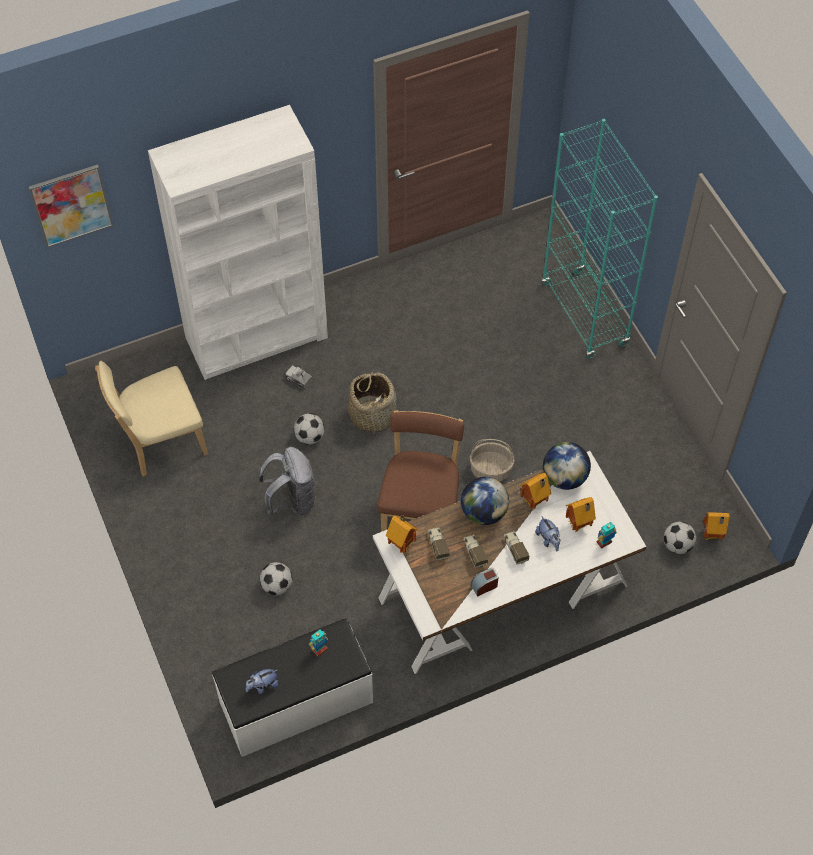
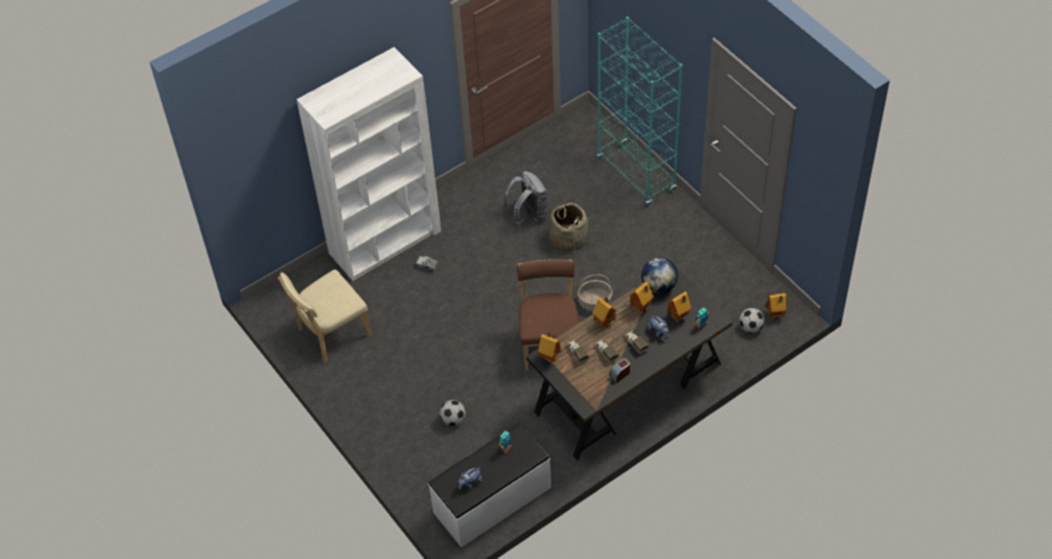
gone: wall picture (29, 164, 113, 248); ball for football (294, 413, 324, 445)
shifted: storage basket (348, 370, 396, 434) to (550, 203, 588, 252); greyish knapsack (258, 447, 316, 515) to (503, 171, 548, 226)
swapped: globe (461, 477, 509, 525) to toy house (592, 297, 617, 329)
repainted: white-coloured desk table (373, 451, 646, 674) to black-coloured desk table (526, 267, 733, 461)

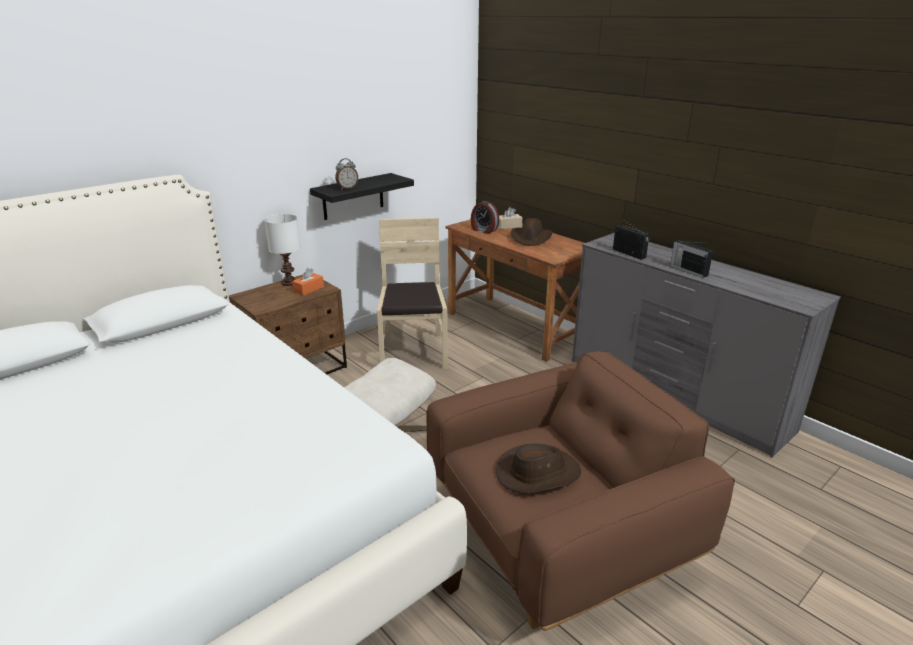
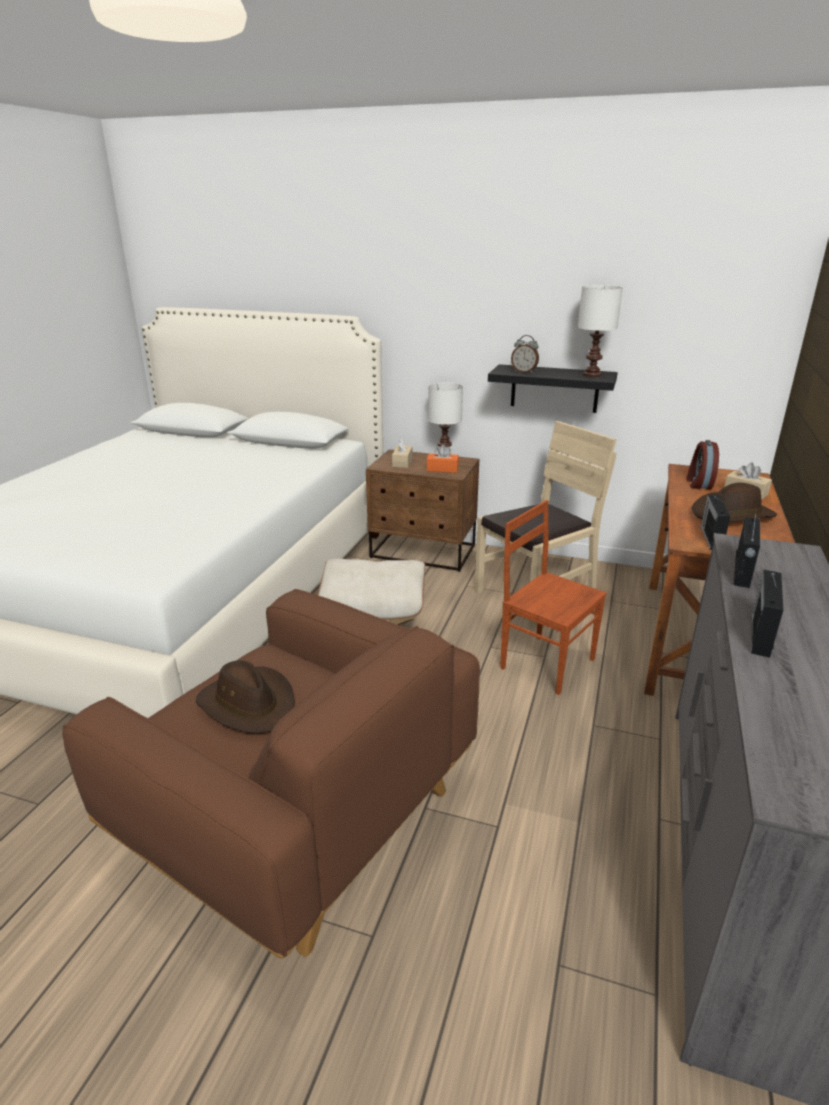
new: white-coloured tabletop lamp (578, 285, 623, 377); beige-coloured tissue holder (392, 438, 412, 468); radio (701, 495, 730, 550); brown-coloured upright chair (500, 500, 607, 695)

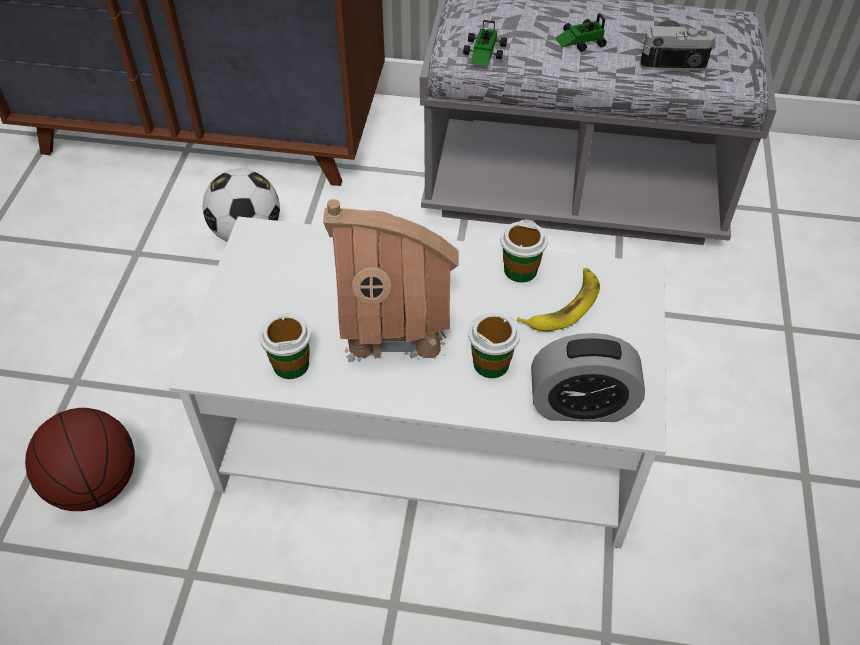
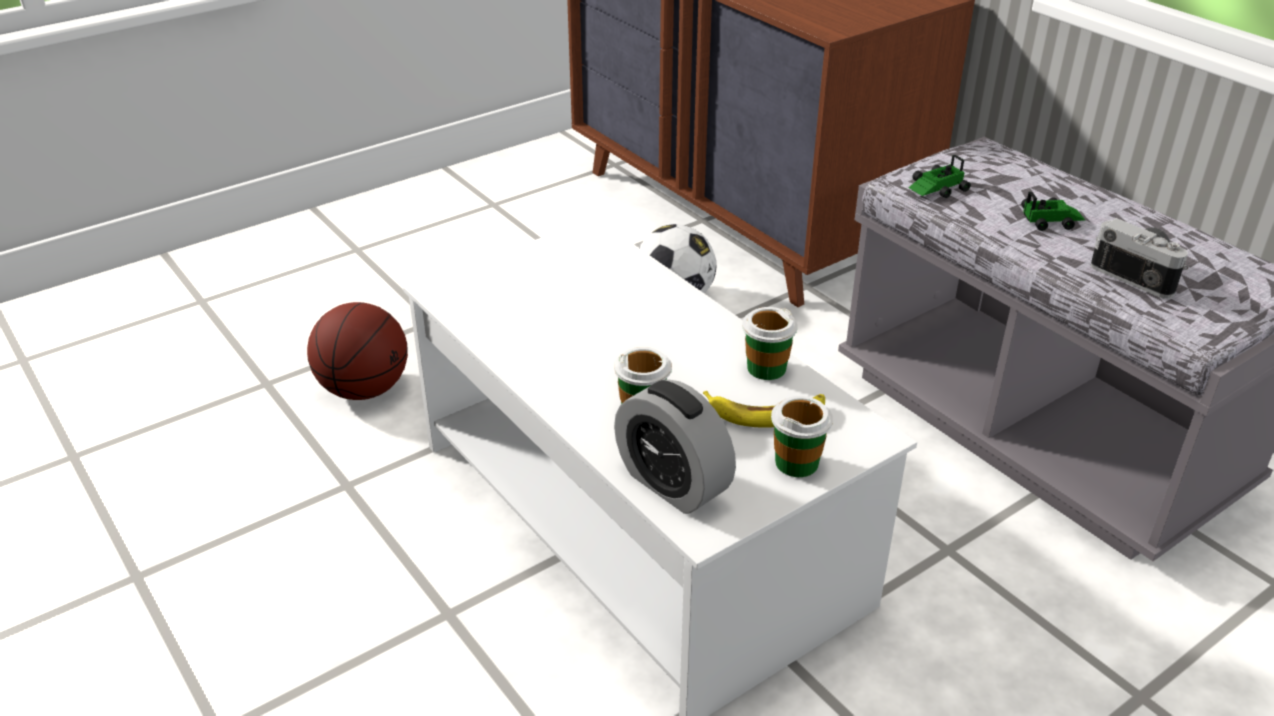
gone: toy house (323, 199, 459, 362)
shifted: small cup (259, 314, 311, 379) to (771, 396, 833, 477)
rotated: model car (555, 13, 607, 52) = (1021, 192, 1085, 231) 150 degrees clockwise

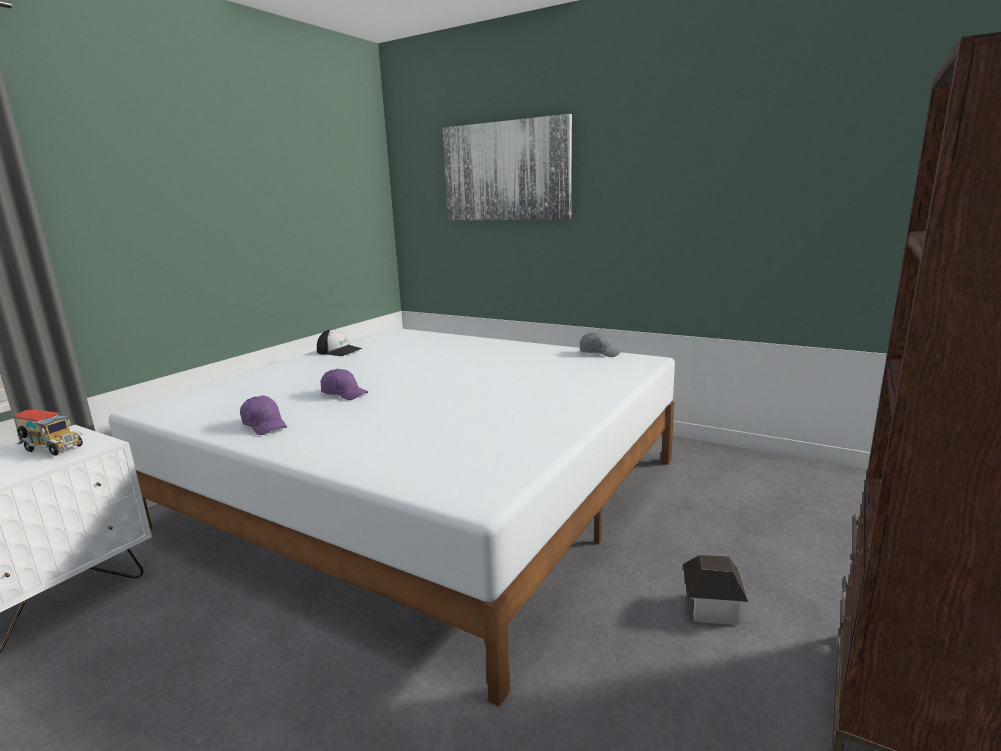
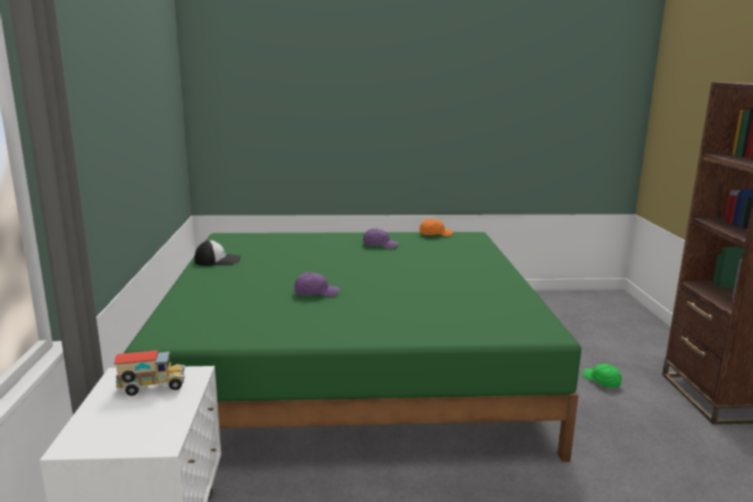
gone: wall picture (443, 114, 572, 220)
shifted: purple-coloured cap (240, 396, 287, 435) to (363, 228, 398, 249)
swapped: toy house (683, 555, 748, 625) to green cap (583, 364, 622, 388)
repainted: white-coloured bedroom bed (108, 328, 675, 707) to green bedroom bed (124, 232, 581, 462); greyish cap (580, 332, 622, 357) to orange-coloured cap (419, 219, 453, 237)

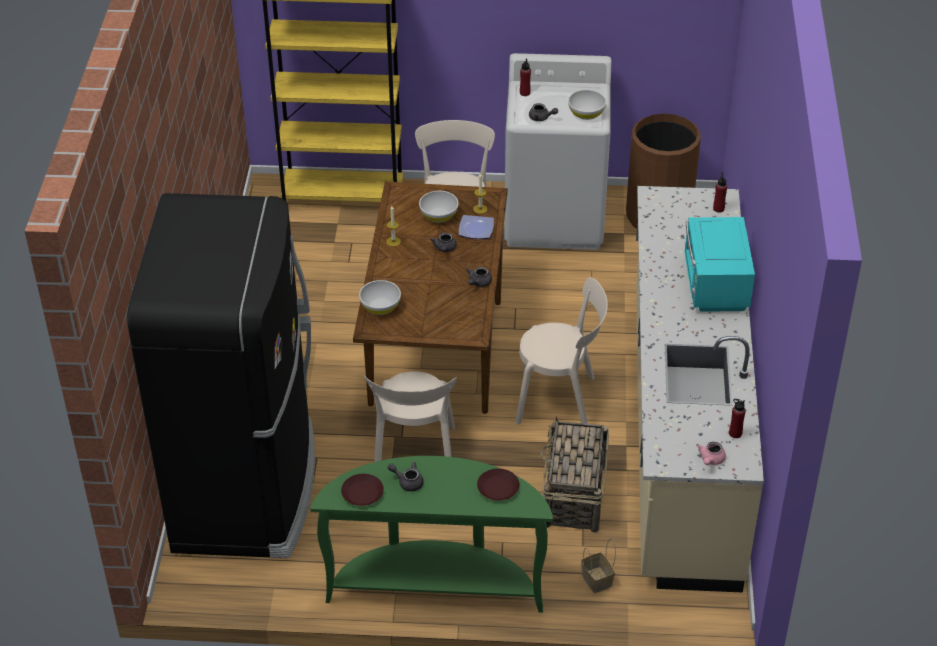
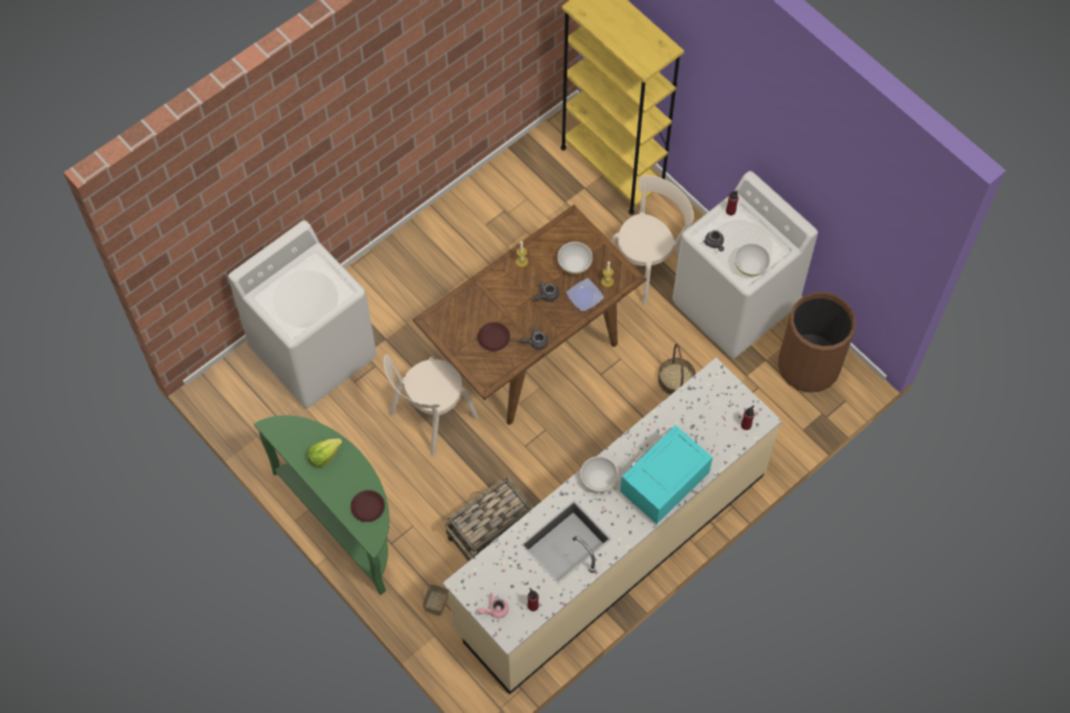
gone: beige-coloured upright chair (515, 277, 608, 425)
new: storage basket (658, 344, 695, 395)
shifted: white-coloured serving bowl (359, 280, 401, 315) to (580, 456, 618, 493); brown-coloured flat dish (341, 474, 384, 506) to (478, 322, 510, 351)
swapped: black-coloured refrigerator (127, 193, 315, 558) to white-coloured washing machine (228, 220, 376, 408); greyish tea pot (388, 461, 424, 491) to lettuce (307, 438, 342, 468)

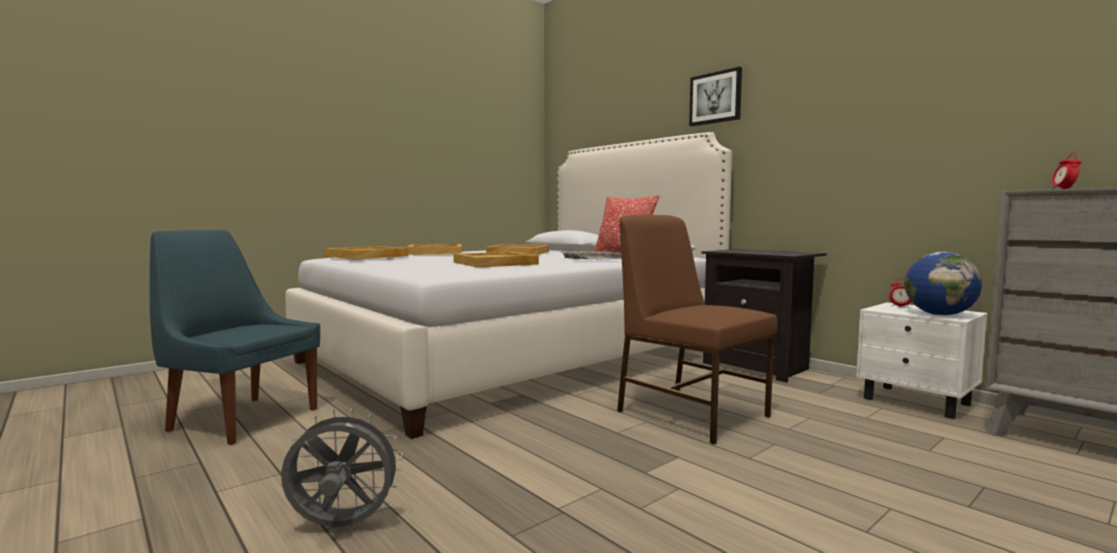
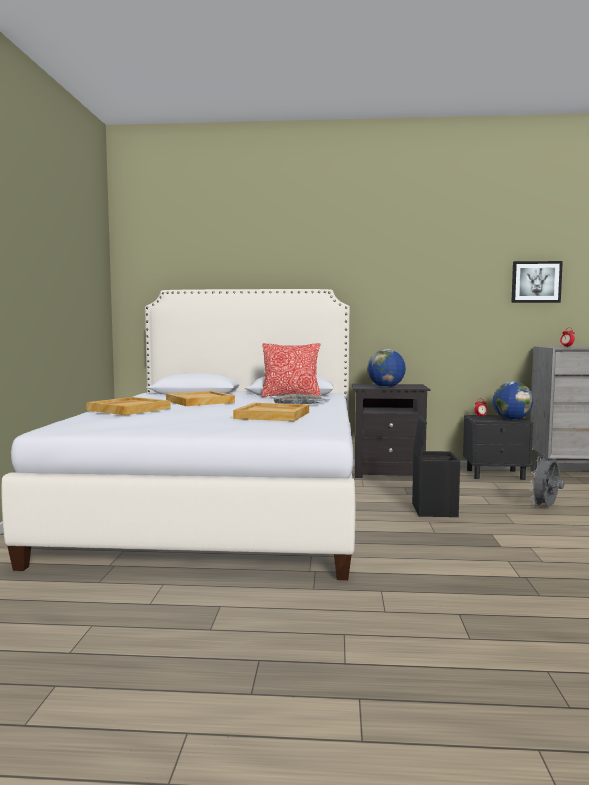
gone: blue-coloured upright chair (150, 230, 320, 445); beige-coloured serving tray (324, 246, 409, 259)
new: globe (367, 349, 406, 387)
shifted: wall picture (689, 67, 742, 126) to (511, 261, 563, 303); greyish electric fan (281, 408, 404, 527) to (529, 454, 564, 508)
swapped: brown-coloured upright chair (617, 215, 777, 444) to black-coloured storage bin (412, 416, 460, 517)
repainted: white-coloured nightstand (856, 302, 988, 419) to black-coloured nightstand (463, 415, 533, 480)

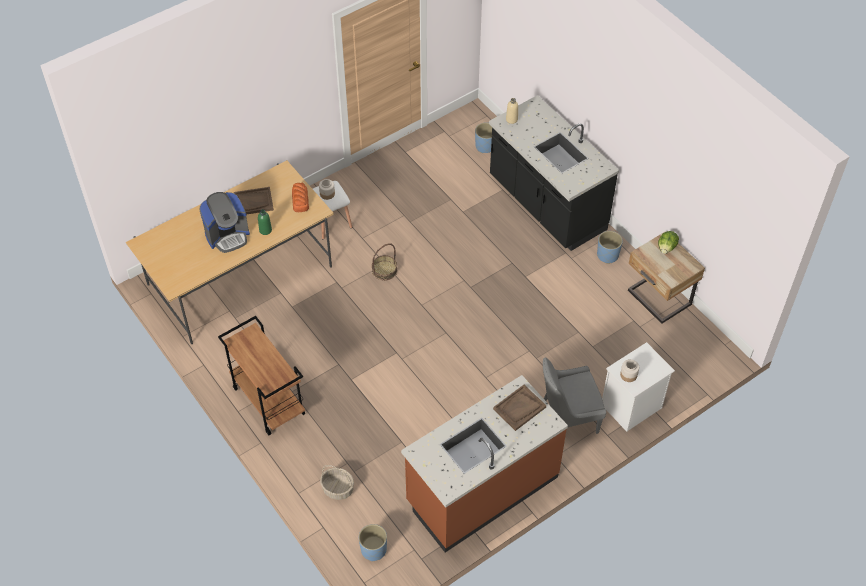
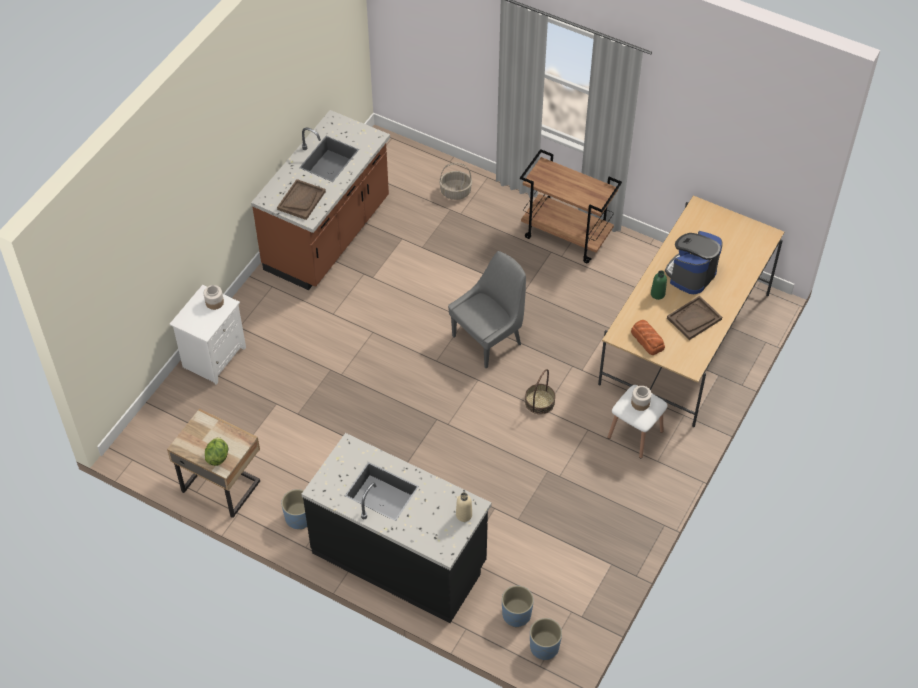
shifted: greyish upright chair (543, 357, 606, 434) to (448, 251, 526, 368); blue-coloured flower pot (359, 524, 387, 561) to (530, 618, 562, 660)

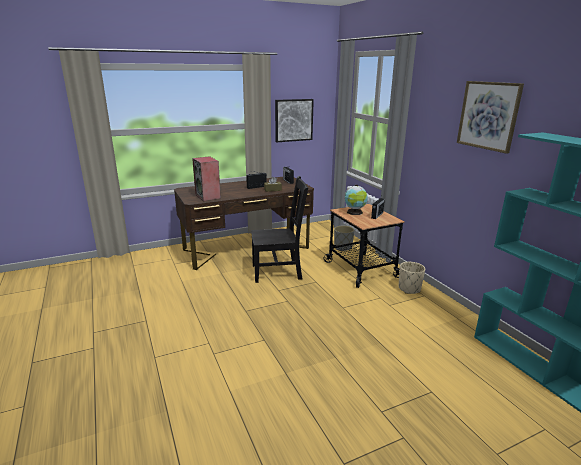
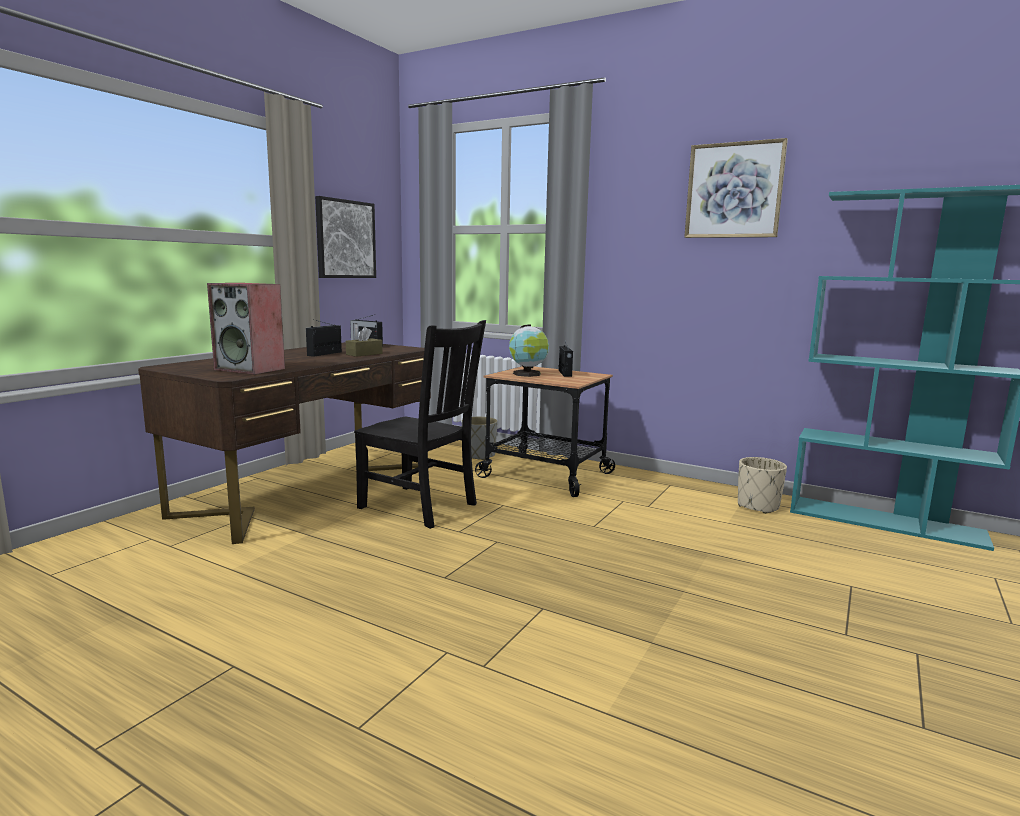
shifted: beige-coloured flower pot (399, 262, 425, 294) to (738, 457, 787, 514)
rotated: black-coloured upright chair (251, 176, 308, 283) = (354, 320, 486, 529) 75 degrees clockwise

